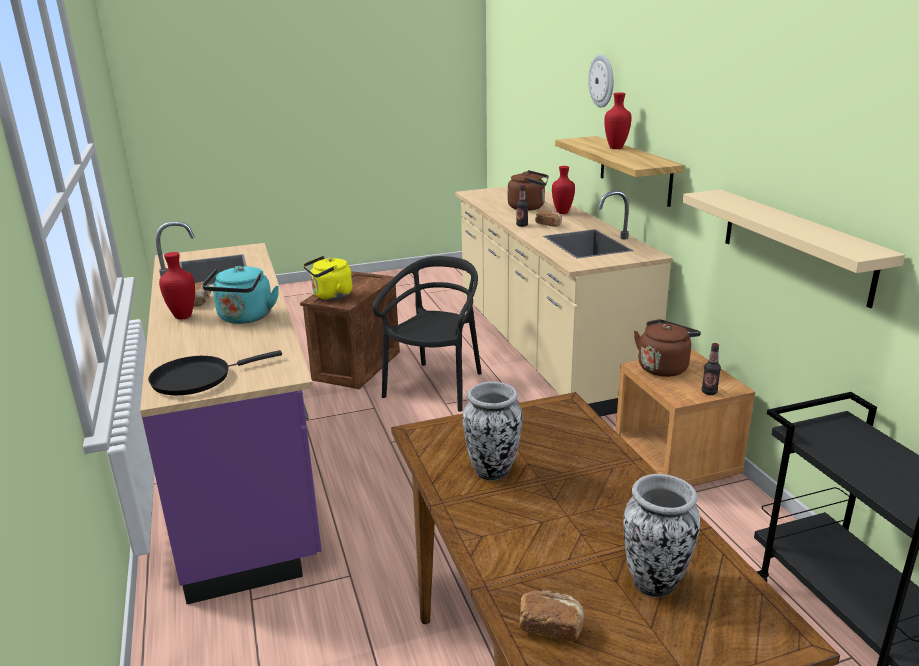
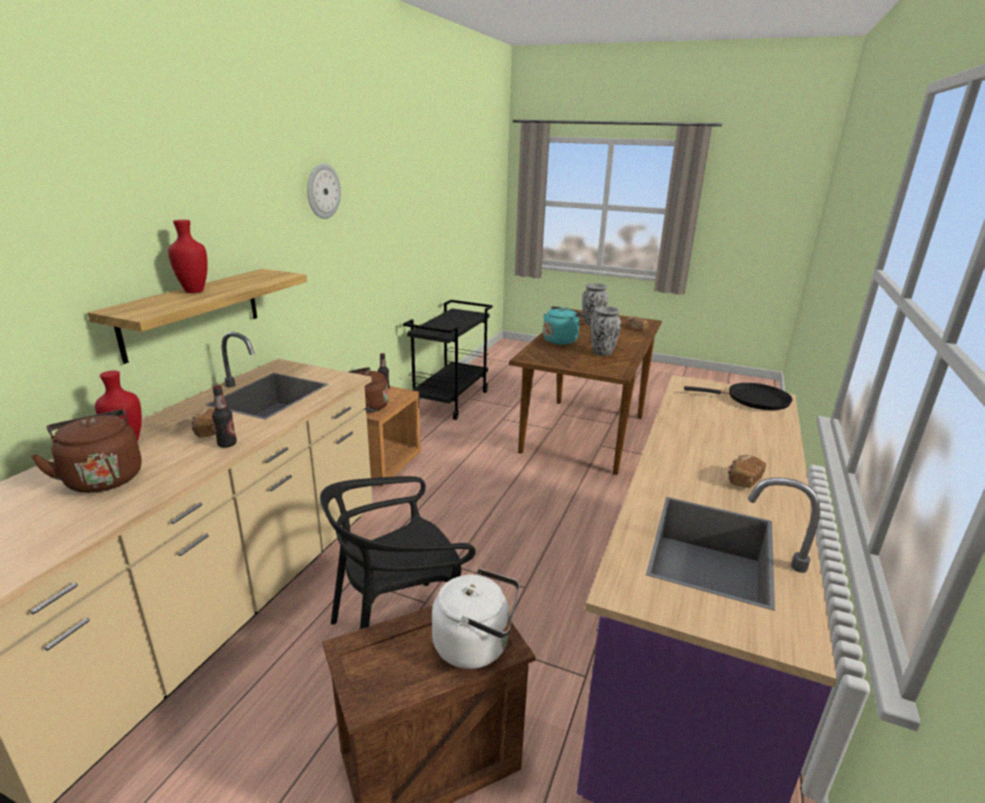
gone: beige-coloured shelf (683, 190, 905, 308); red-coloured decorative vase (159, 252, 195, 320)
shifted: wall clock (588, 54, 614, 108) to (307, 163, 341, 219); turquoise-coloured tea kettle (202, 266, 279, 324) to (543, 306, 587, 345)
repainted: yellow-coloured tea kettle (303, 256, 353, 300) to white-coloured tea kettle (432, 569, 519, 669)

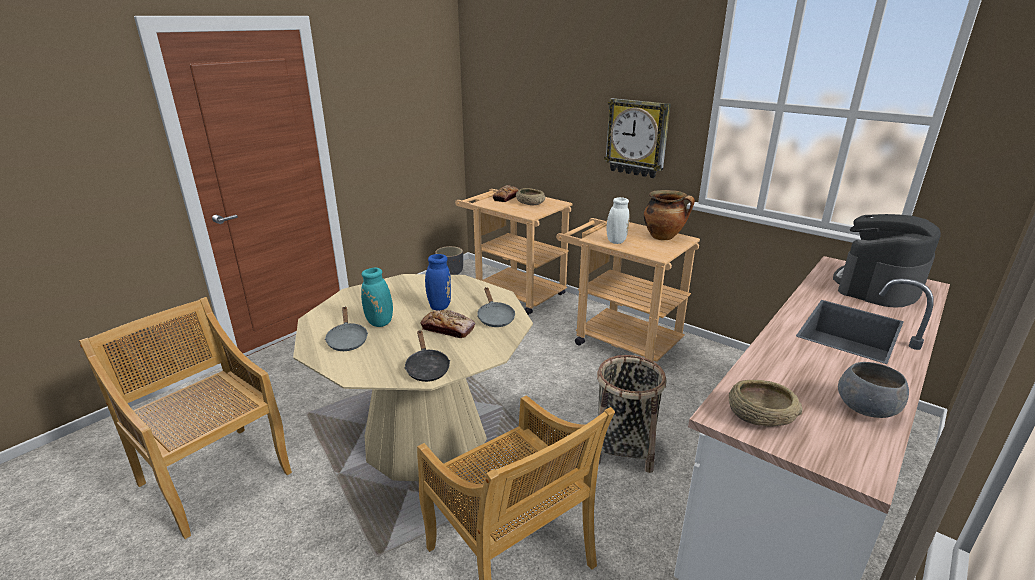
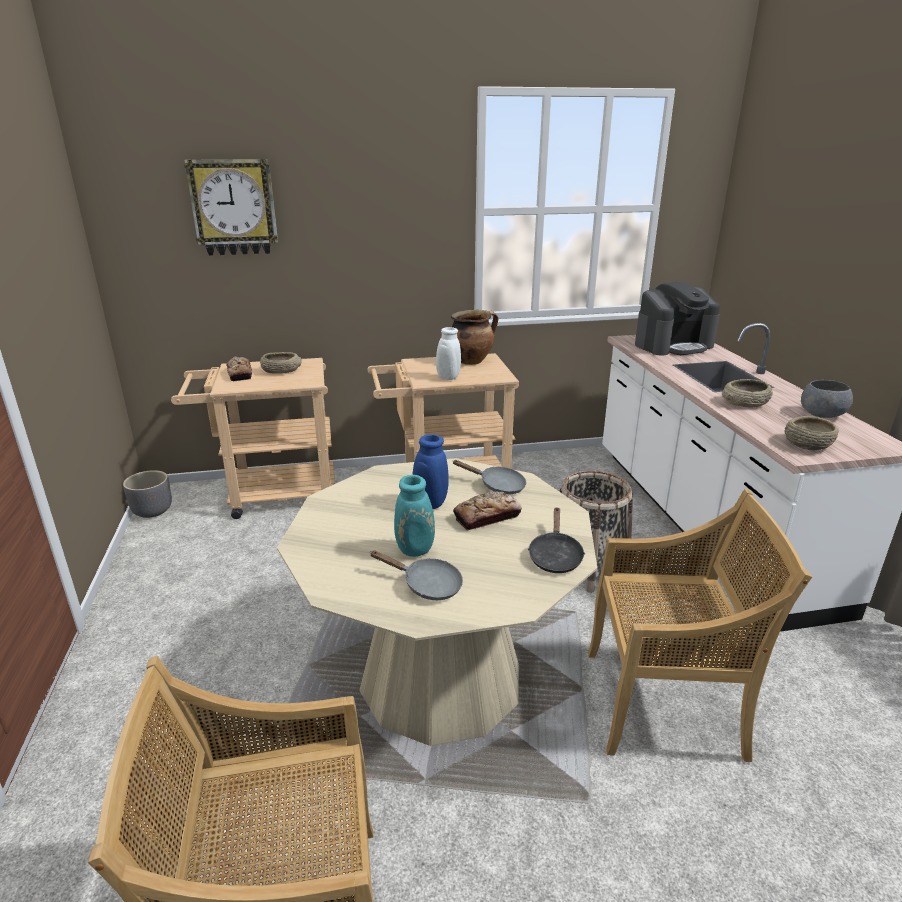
new: beige-coloured serving bowl (722, 379, 773, 407)
shifted: wall clock (604, 98, 671, 178) to (184, 159, 278, 256)
rotated: coffee brewer (833, 214, 941, 307) = (635, 282, 720, 356) 105 degrees counterclockwise; black-coloured skillet (404, 330, 450, 382) = (528, 507, 585, 573) 75 degrees clockwise

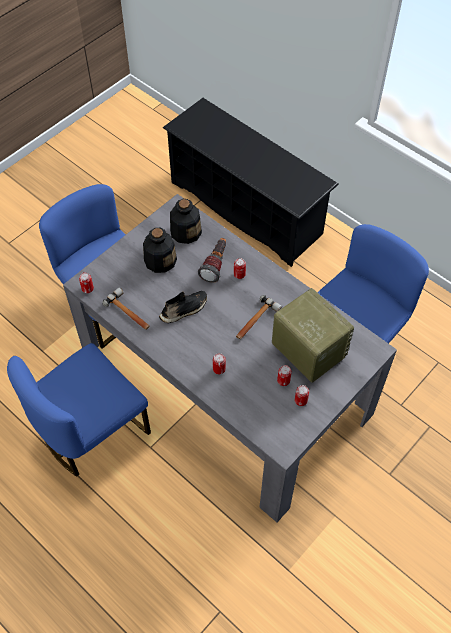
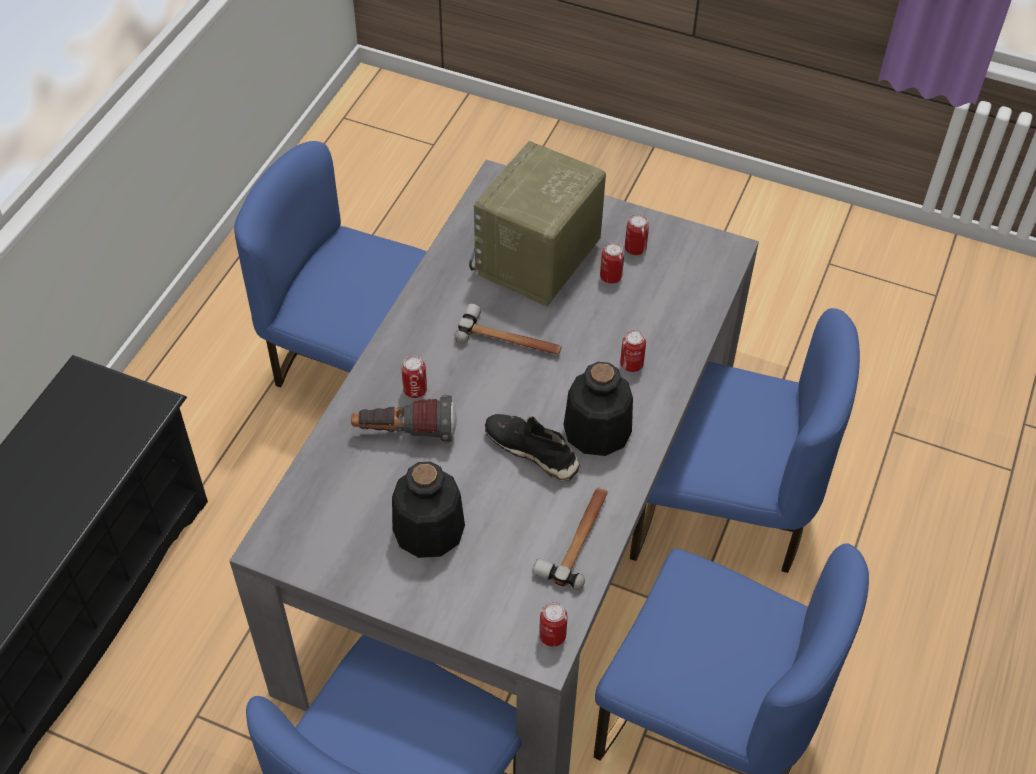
new: blue-coloured upright chair (630, 308, 860, 573)
shifted: bottle (170, 199, 202, 244) to (564, 362, 633, 456)

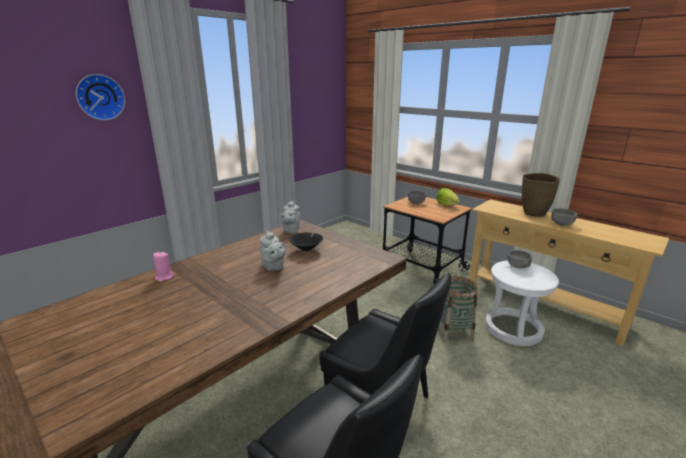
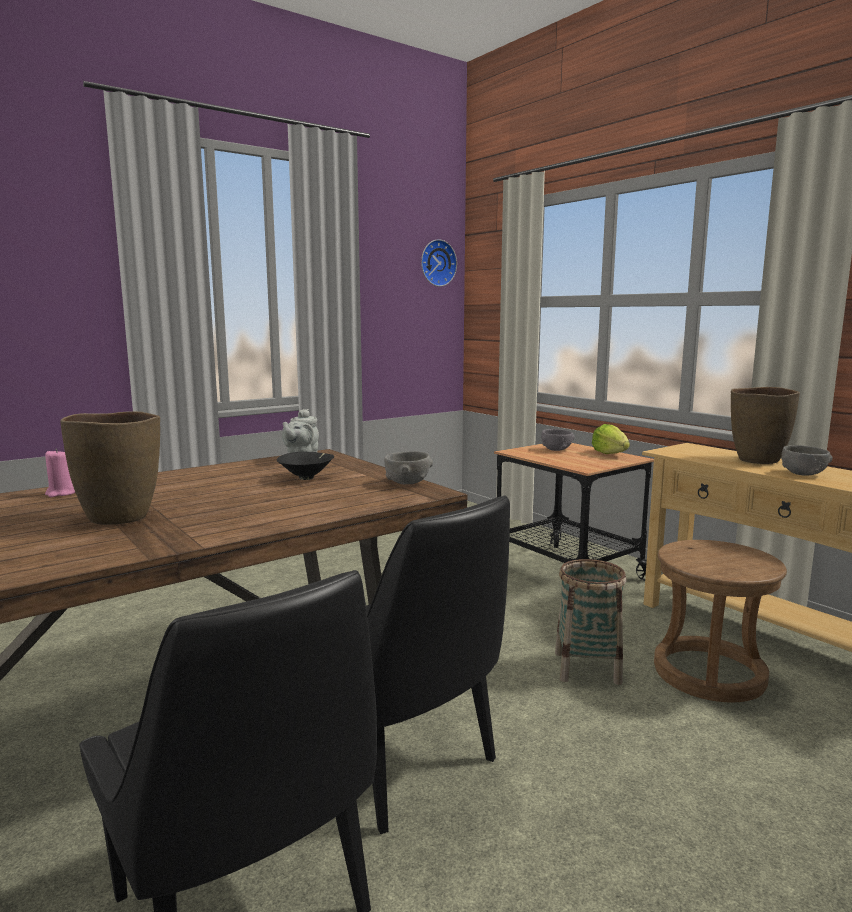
gone: greyish tea pot (260, 231, 286, 271)
new: brown-coloured decorative vase (60, 411, 160, 525)
shifted: wall clock (76, 74, 125, 120) to (421, 239, 457, 287); greyish serving bowl (508, 250, 532, 269) to (384, 451, 433, 484)
repainted: white-coloured stool seat (485, 261, 559, 346) to brown-coloured stool seat (654, 540, 787, 702)

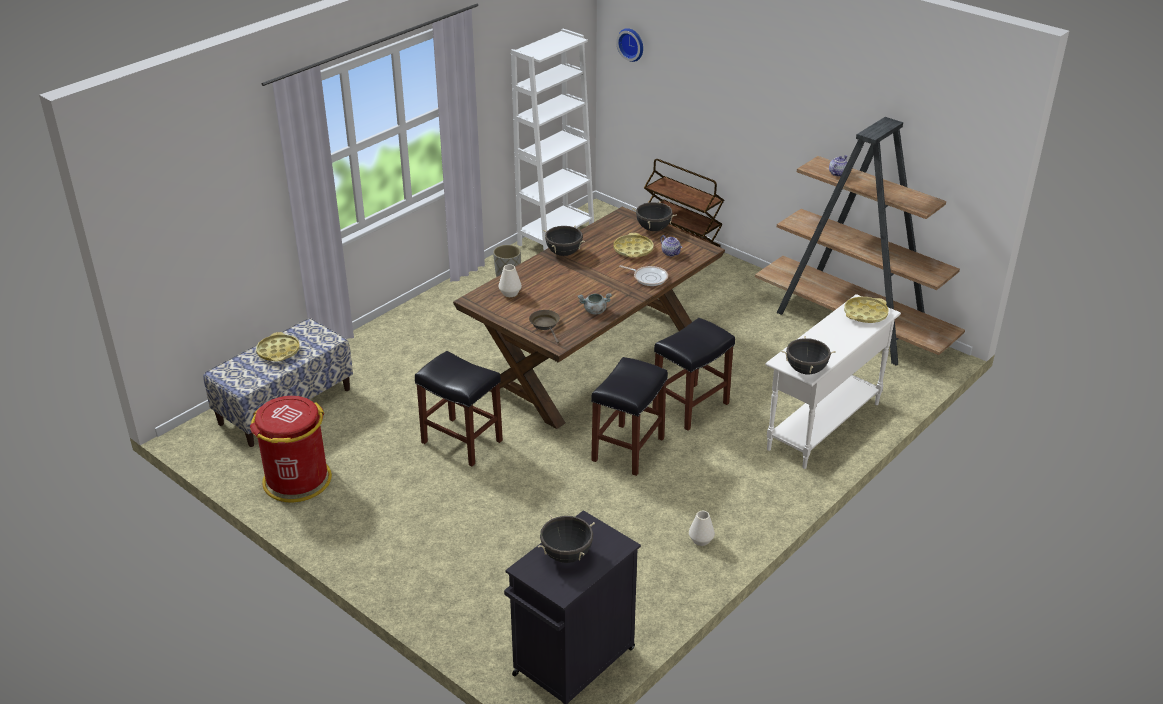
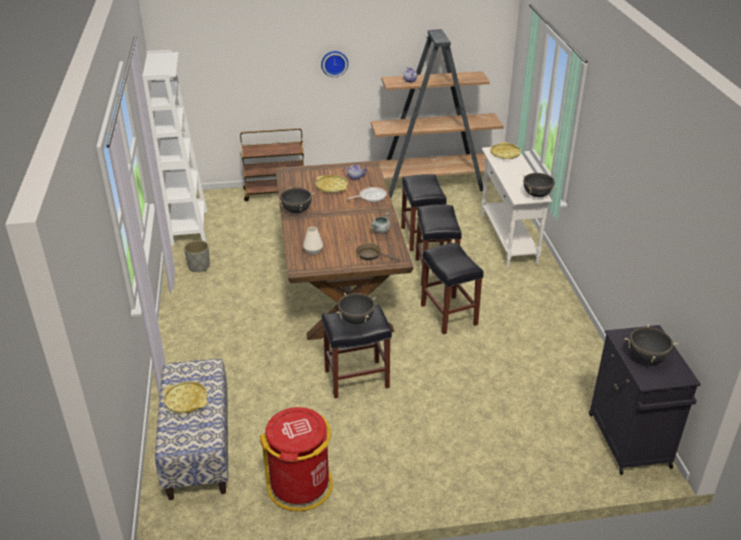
gone: white-coloured decorative vase (689, 511, 715, 546)
new: black-coloured stool seat (401, 174, 447, 251)
shifted: wall clock (616, 28, 643, 62) to (321, 51, 348, 77); black-coloured saucepot (632, 201, 676, 231) to (336, 293, 376, 324)

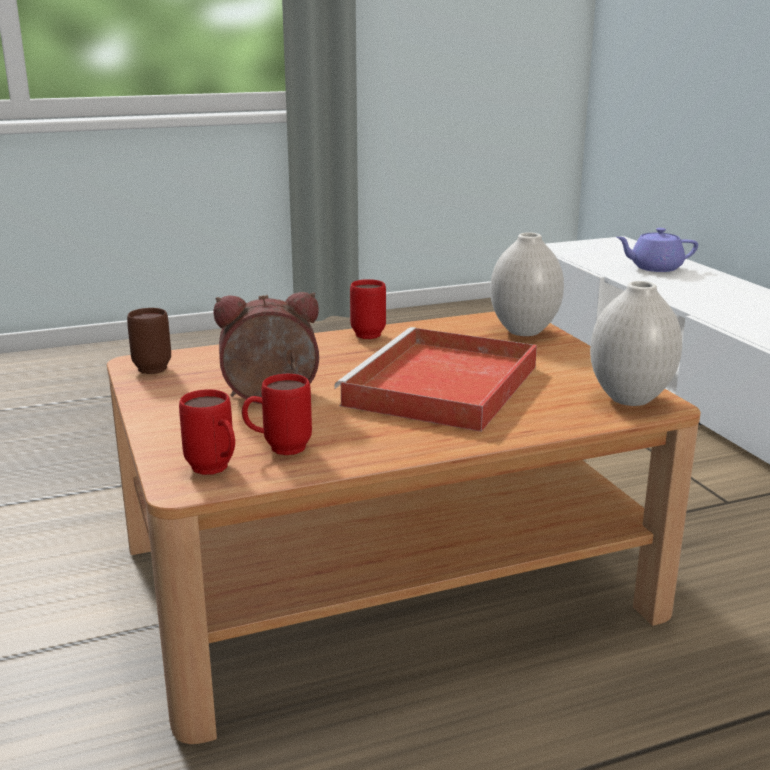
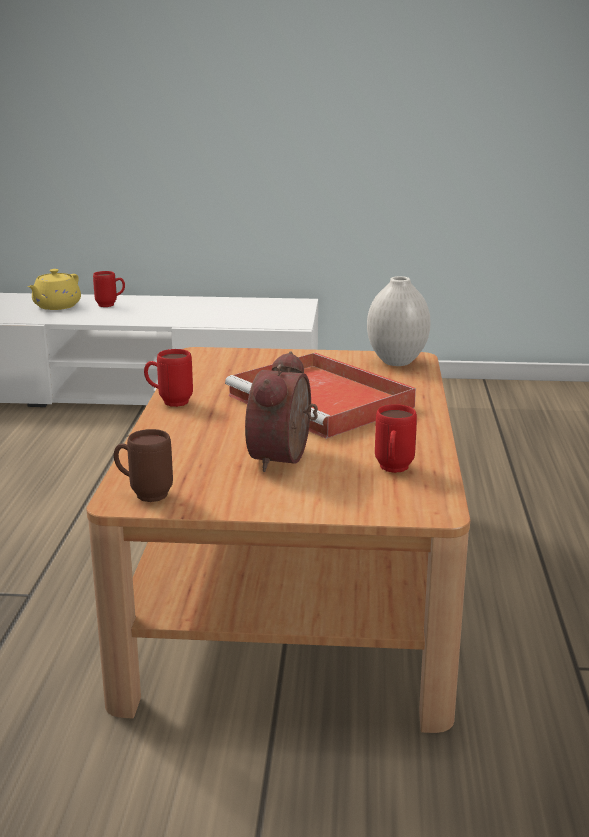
gone: white-coloured decorative vase (490, 232, 564, 336)
shifted: red-coloured coffee mug (179, 389, 235, 475) to (93, 271, 125, 307)
repainted: purple-coloured tea pot (616, 228, 698, 272) to yellow-coloured tea pot (28, 269, 81, 310)

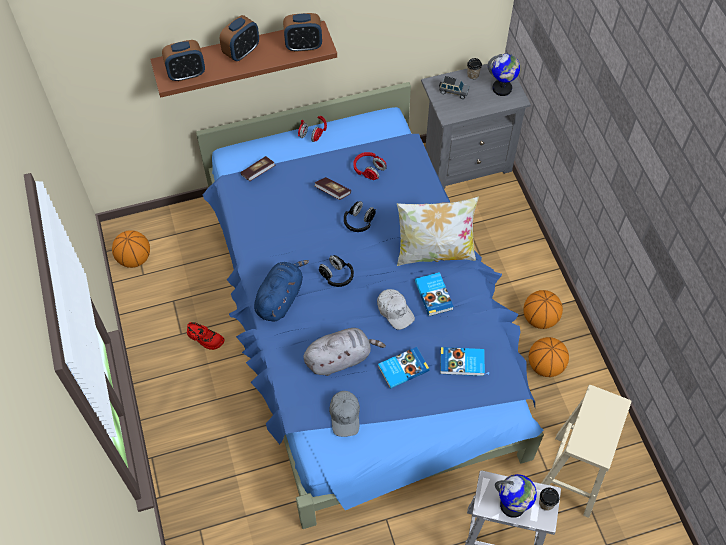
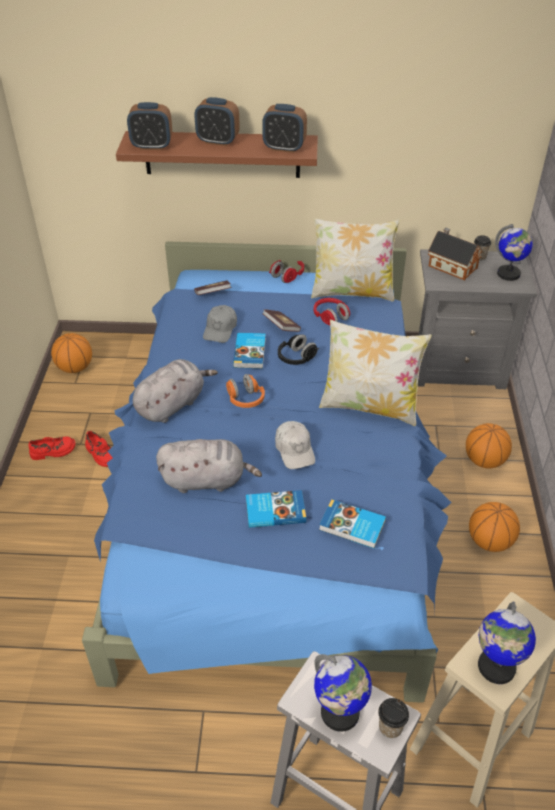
new: cushion (311, 218, 400, 302); red-coloured item of footwear (29, 436, 75, 460); globe (478, 601, 536, 684)
shifted: volume (415, 272, 454, 316) to (233, 333, 266, 369); basketball ball (529, 337, 569, 377) to (466, 423, 512, 468); greyish cap (329, 391, 360, 437) to (203, 305, 237, 343)
swapped: greyish model car (439, 76, 469, 99) to toy house (428, 228, 483, 280)
repainted: black-coloured pair of headphones (319, 255, 354, 287) to orange-coloured pair of headphones (226, 374, 265, 408); blue-coloured plush toy (254, 260, 309, 321) to greyish plush toy (133, 359, 218, 423)
rotated: alarm clock (220, 15, 259, 61) = (194, 97, 240, 146) 45 degrees clockwise

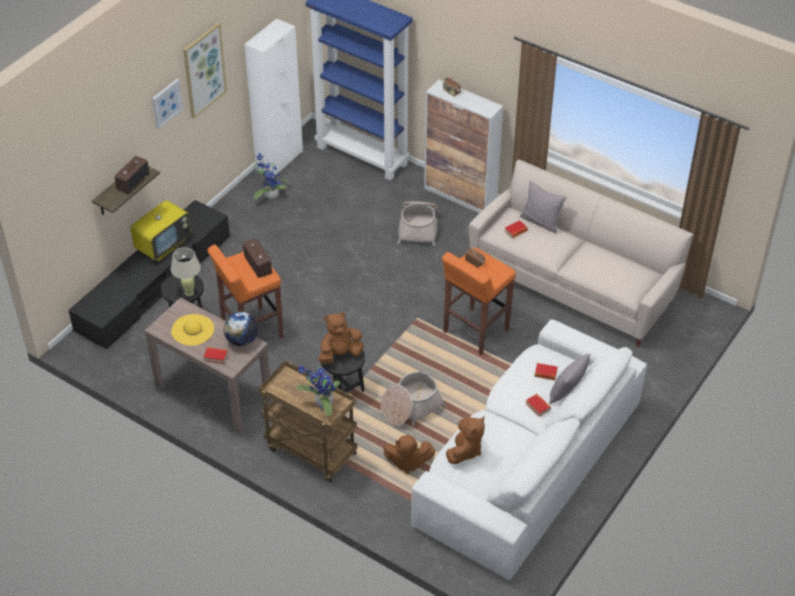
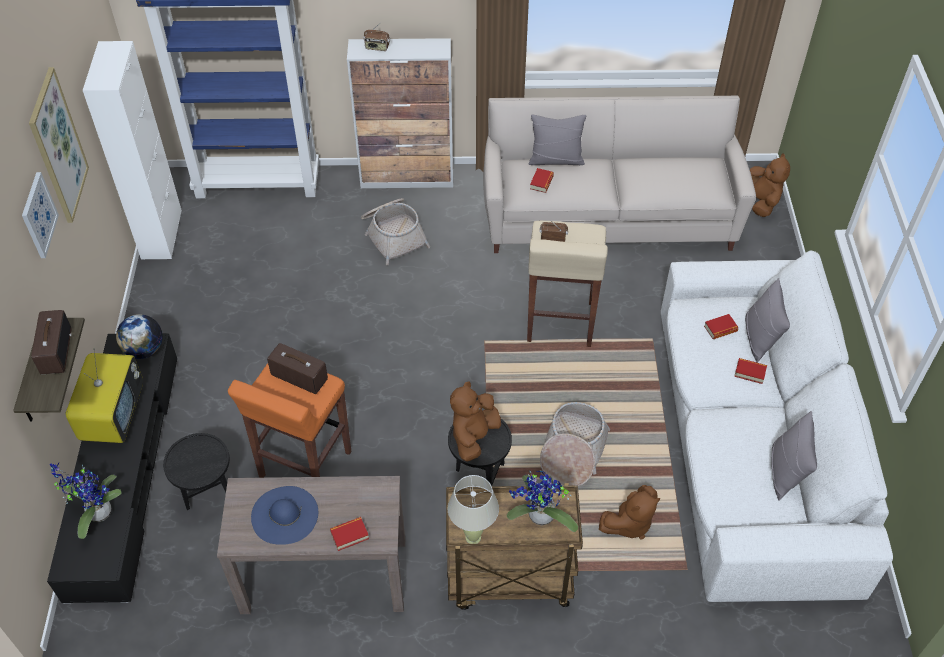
new: greyish cushion (771, 411, 817, 501)
shifted: plant in a pot (254, 153, 289, 200) to (49, 463, 122, 539); beige-coloured tabletop lamp (171, 247, 201, 296) to (448, 475, 499, 544); globe (223, 312, 258, 346) to (116, 314, 163, 359); brown-coloured plush toy (446, 417, 485, 464) to (750, 153, 790, 217)
repainted: orange-coloured stool seat (442, 248, 516, 355) to beige-coloured stool seat (527, 221, 608, 347); yellow-coloured clothing hat (171, 314, 214, 346) to blue-coloured clothing hat (251, 486, 318, 545)

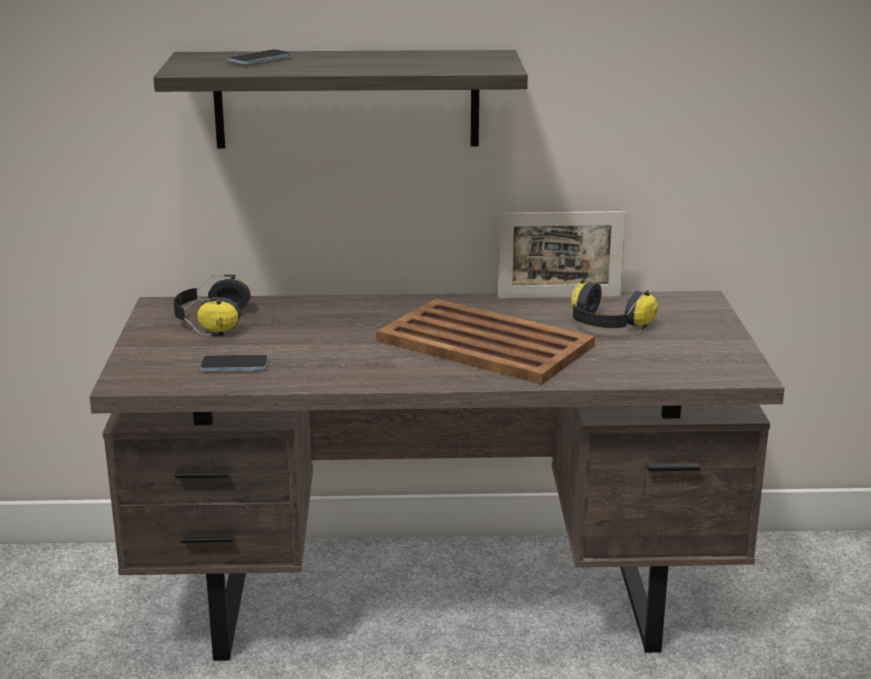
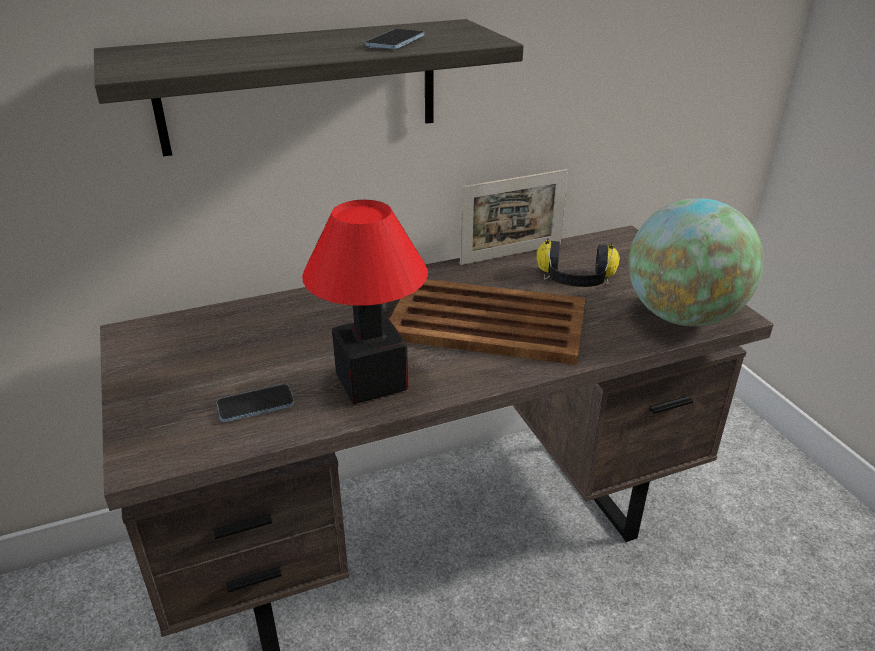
gone: pair of headphones (173, 275, 251, 336)
new: globe (628, 198, 764, 326); tabletop lamp (302, 200, 428, 404)
shifted: telephone (227, 49, 292, 65) to (365, 29, 424, 49)

